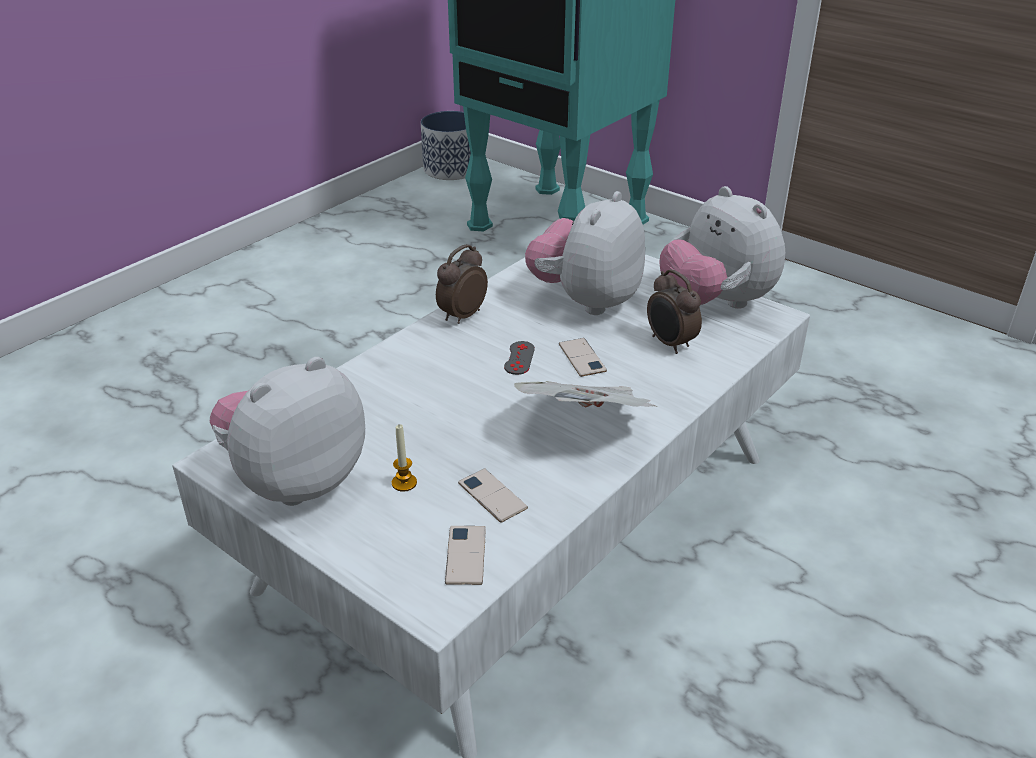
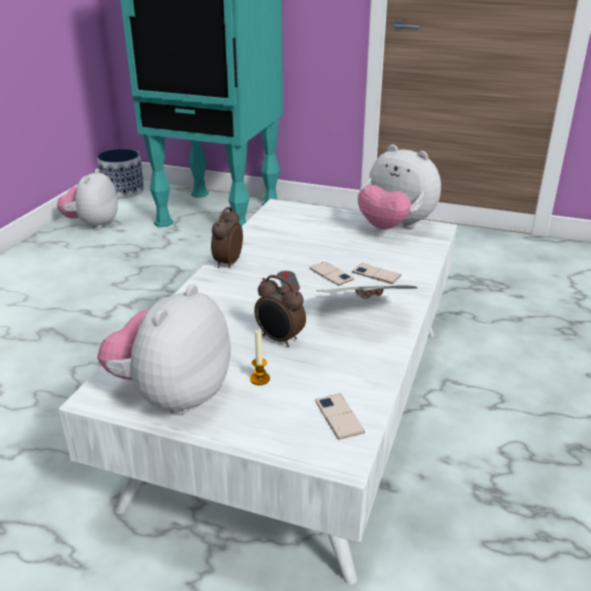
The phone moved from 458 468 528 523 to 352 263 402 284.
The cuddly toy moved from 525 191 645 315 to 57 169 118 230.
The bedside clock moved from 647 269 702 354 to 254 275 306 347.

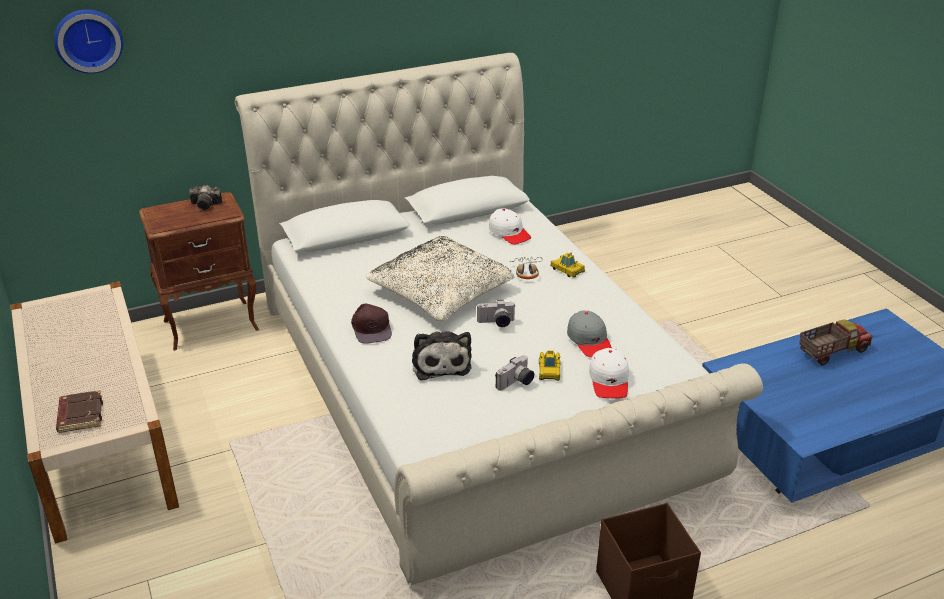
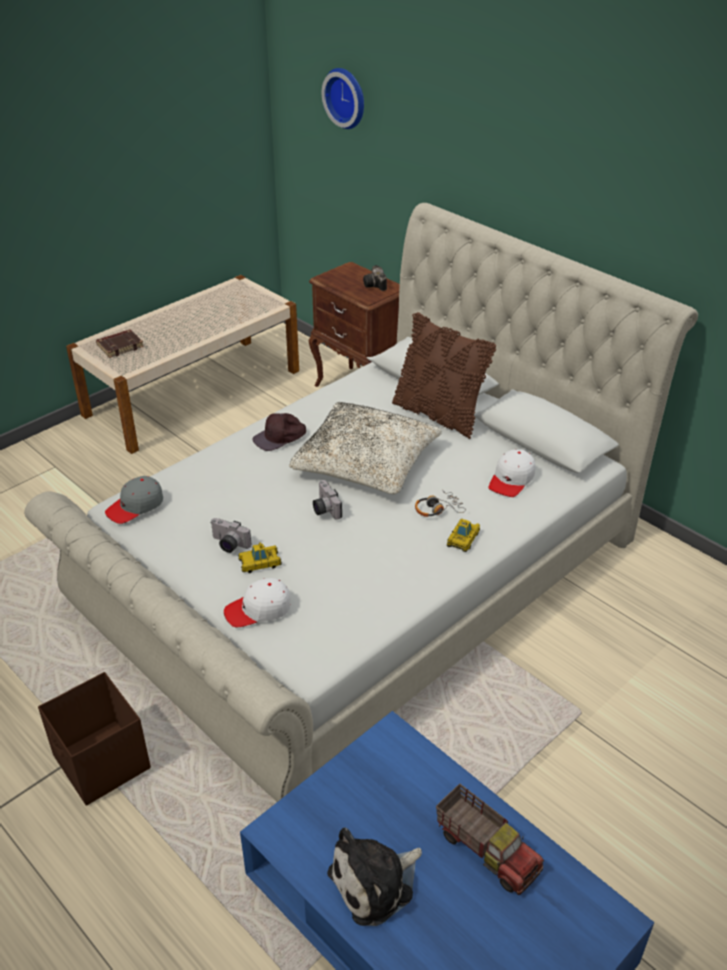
The cuddly toy moved from 412 331 472 380 to 327 827 422 926.
The peaked cap/gray moved from 567 310 612 357 to 105 476 163 524.
The pillow/brown at 392 312 496 439 appeared.

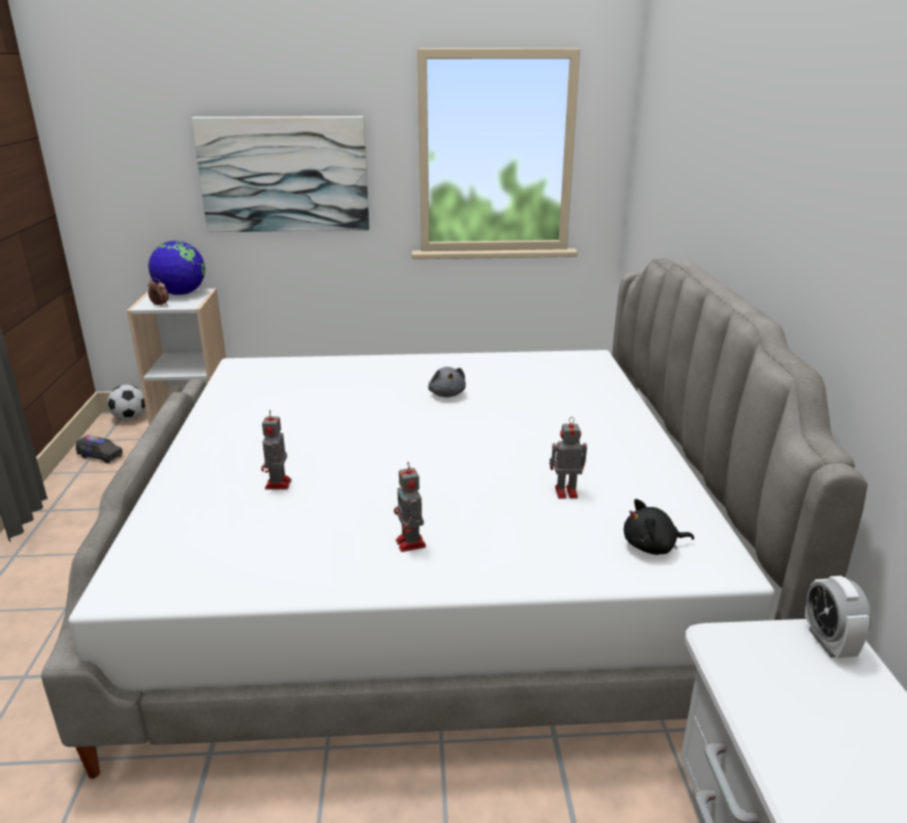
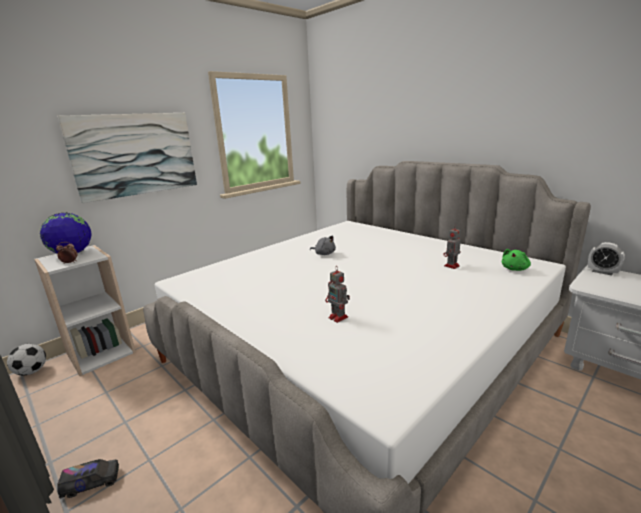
The toy lorry moved from 76 435 123 464 to 57 459 119 499.
The toy robot at 394 462 426 552 disappeared.
The cuddly toy/black at 624 499 694 555 became the cuddly toy/greenish at 502 249 531 271.

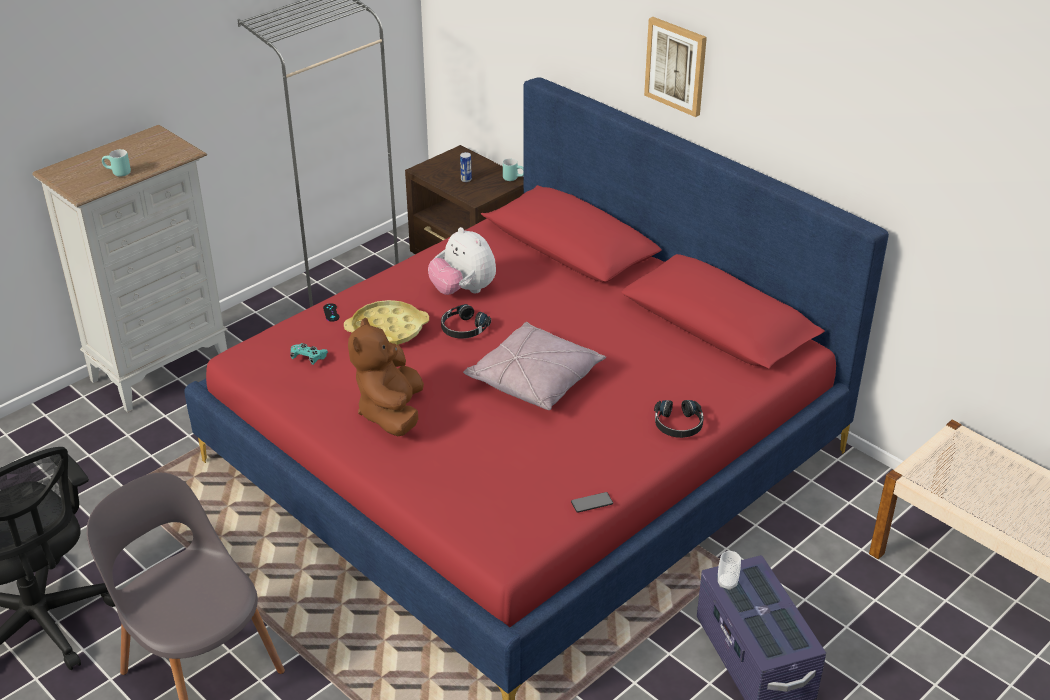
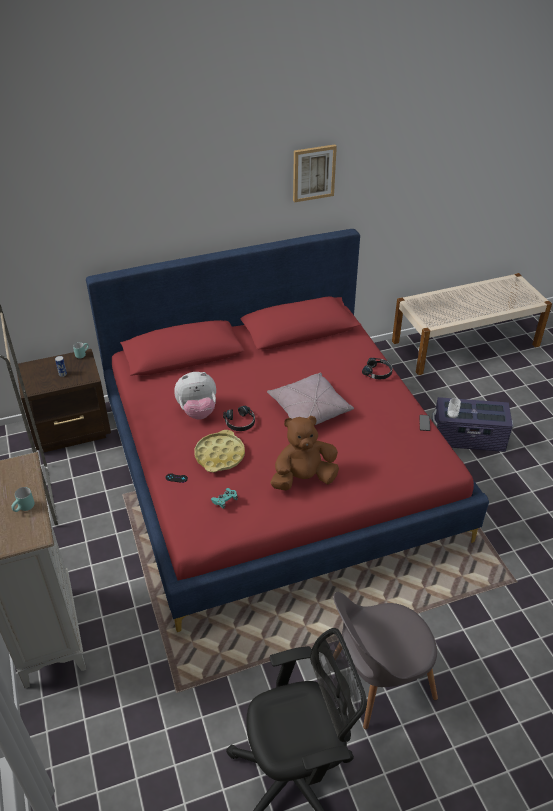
The cuddly toy/brown at 348 317 424 436 turned 135 degrees clockwise.
The picture moved from 644 17 707 117 to 293 144 337 203.

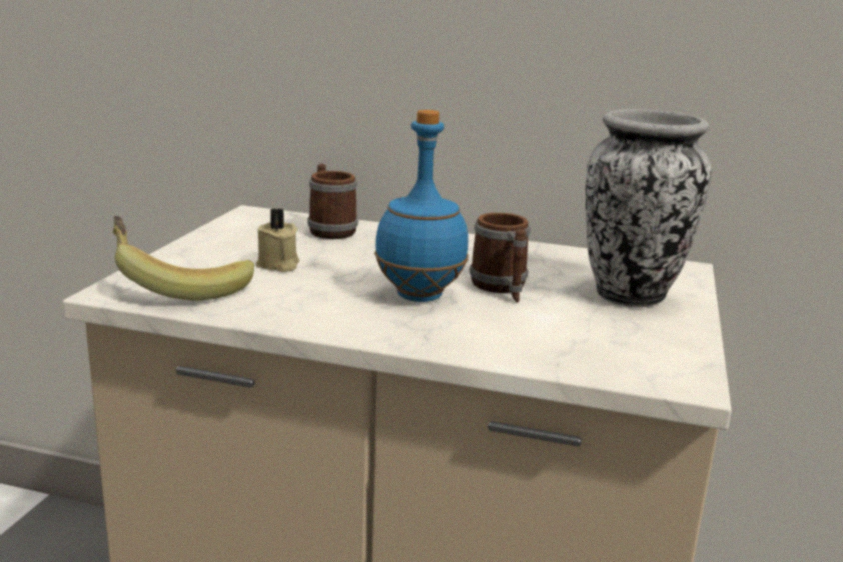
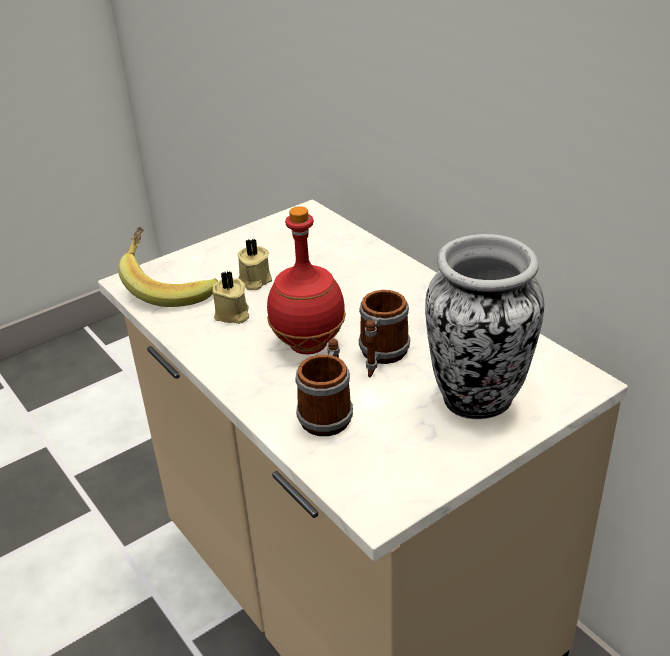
The coffee mug moved from 307 164 358 239 to 295 338 353 436.
The bottle/blue at 374 110 469 302 became the bottle/red-coloured at 267 206 346 354.
The wax light/sand-coloured at 212 271 249 324 appeared.

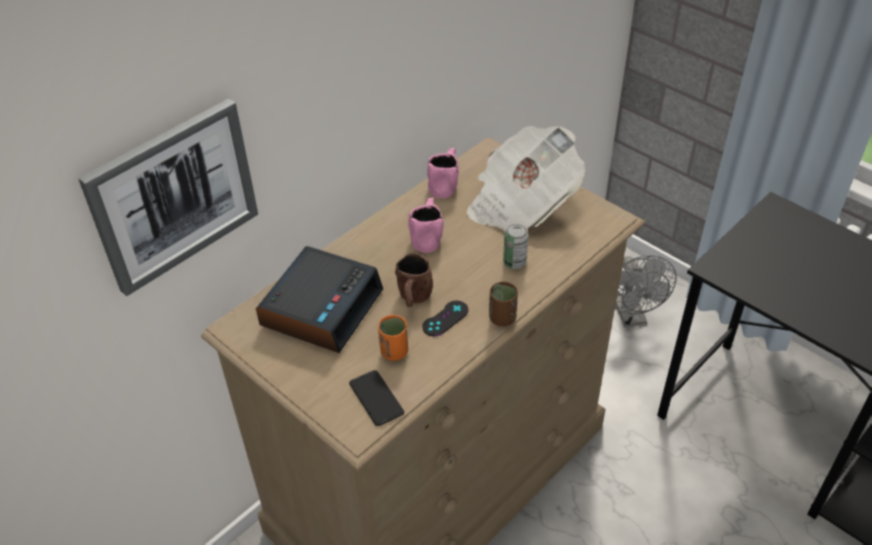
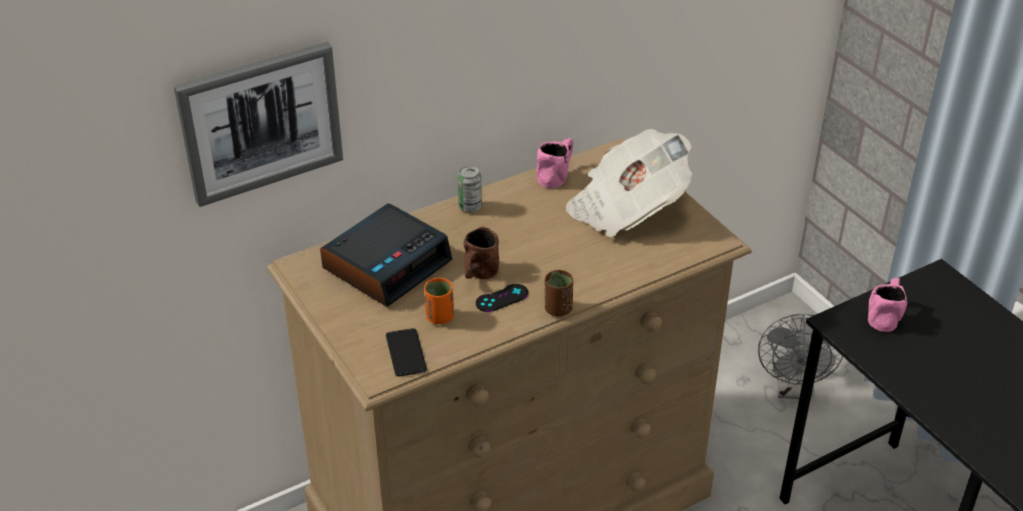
The coffee mug/pink moved from 408 197 444 253 to 868 278 907 332.
The metal can moved from 503 224 528 269 to 458 166 482 212.

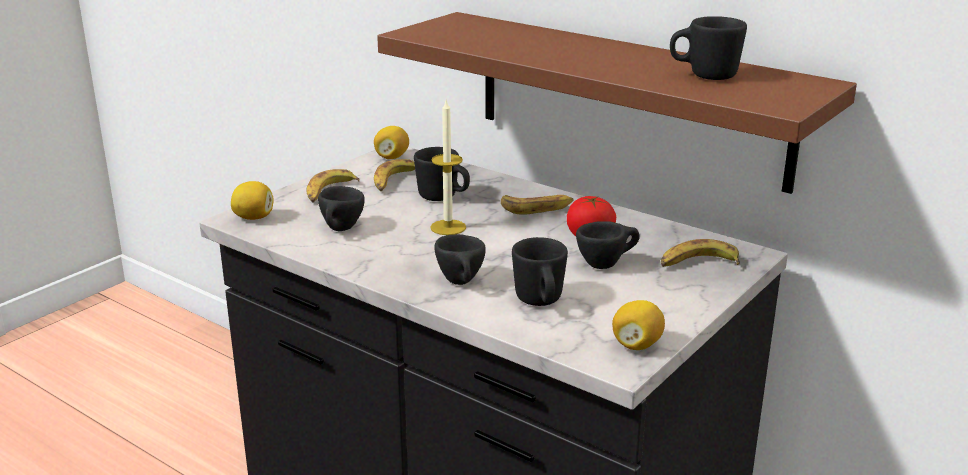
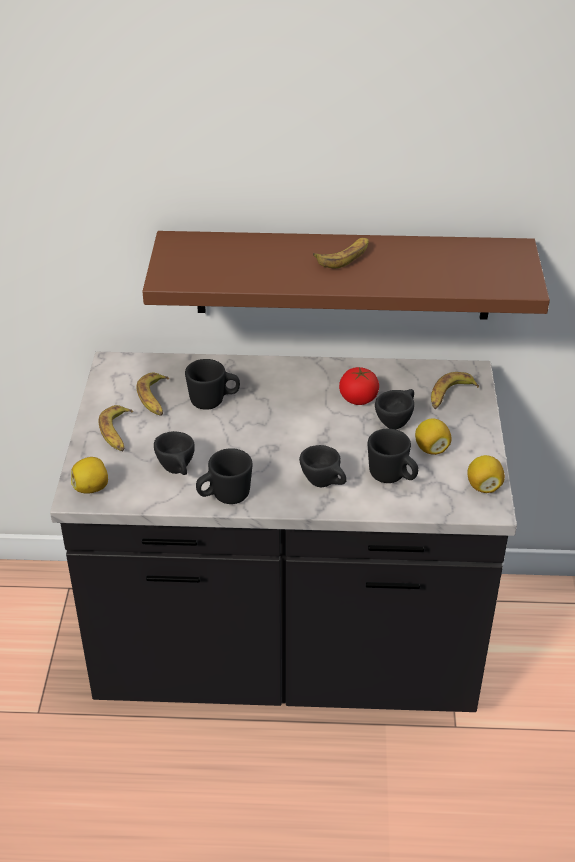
The whole lemon moved from 374 126 409 159 to 415 418 451 455.
The wax light at 430 100 466 235 disappeared.
The whole banana moved from 501 195 574 215 to 313 238 369 269.
The coffee mug/black moved from 670 16 747 80 to 196 448 252 504.

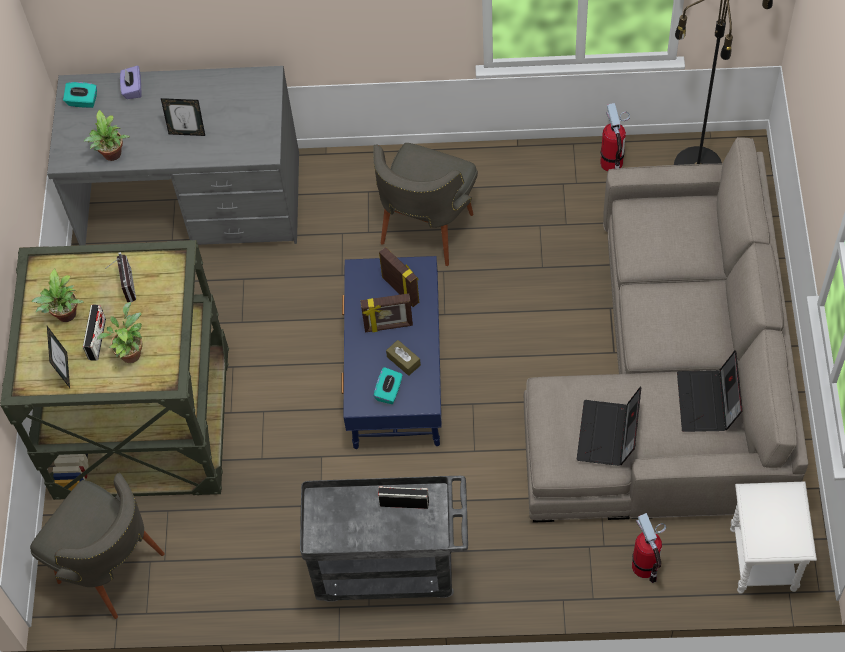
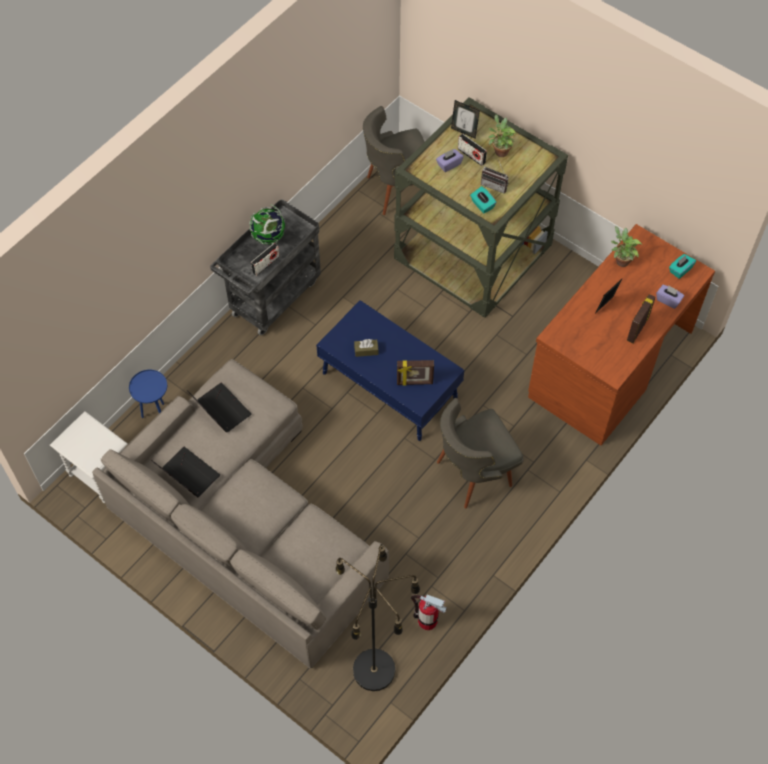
The desk/gray at 47 66 299 246 became the desk/brown at 528 224 715 445.
The potted plant at 97 302 143 363 was replaced by the box of tissues/purplish at 436 149 463 172.
The standing frame moved from 360 293 413 333 to 627 294 655 344.
The upright chair/gray at 373 143 478 266 turned 90 degrees counterclockwise.
The box of tissues/blue-green moved from 374 367 403 404 to 470 186 496 213.
The extinguisher at 632 513 666 583 was replaced by the accent table/blue at 129 370 167 418.
The globe at 249 204 285 244 appeared.

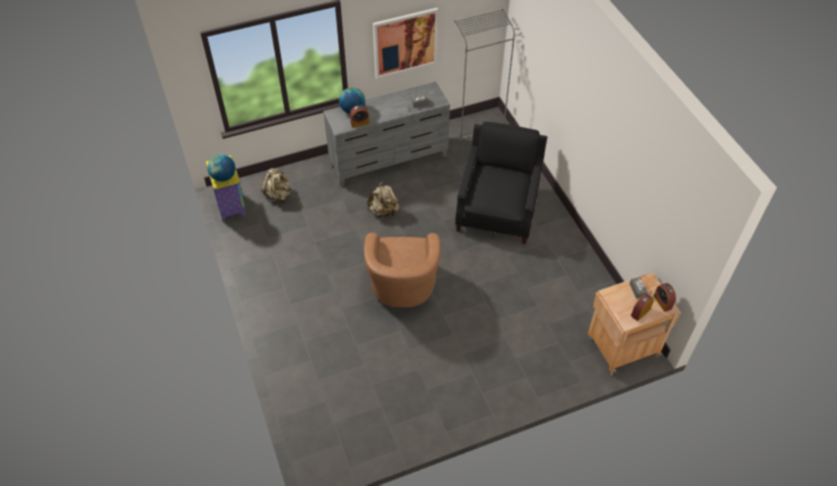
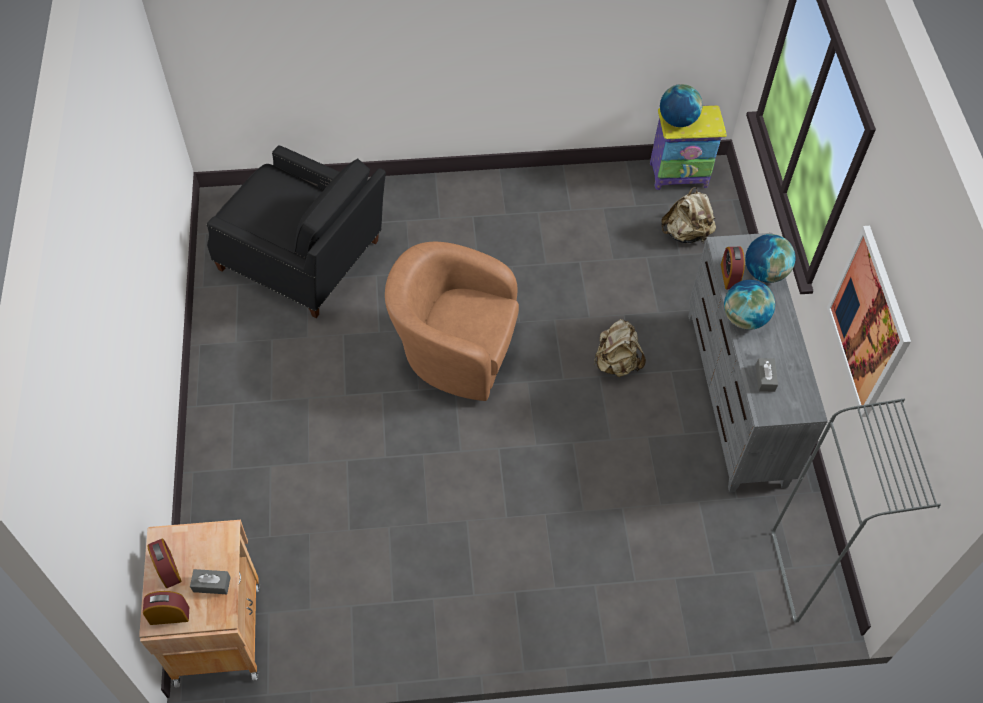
The armchair/black moved from 455 122 547 244 to 207 146 386 318.
The globe at 724 280 775 330 appeared.

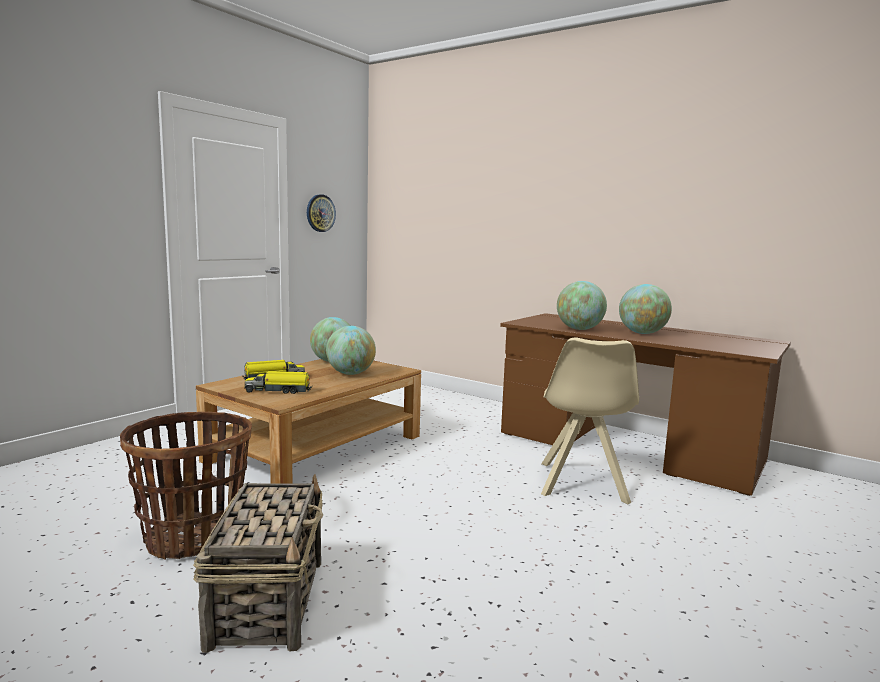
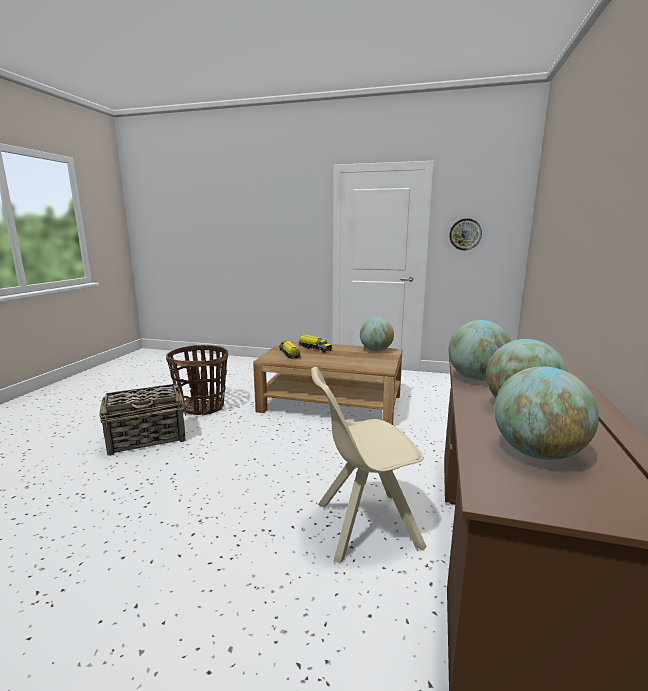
The globe moved from 326 326 376 375 to 494 366 599 460.

